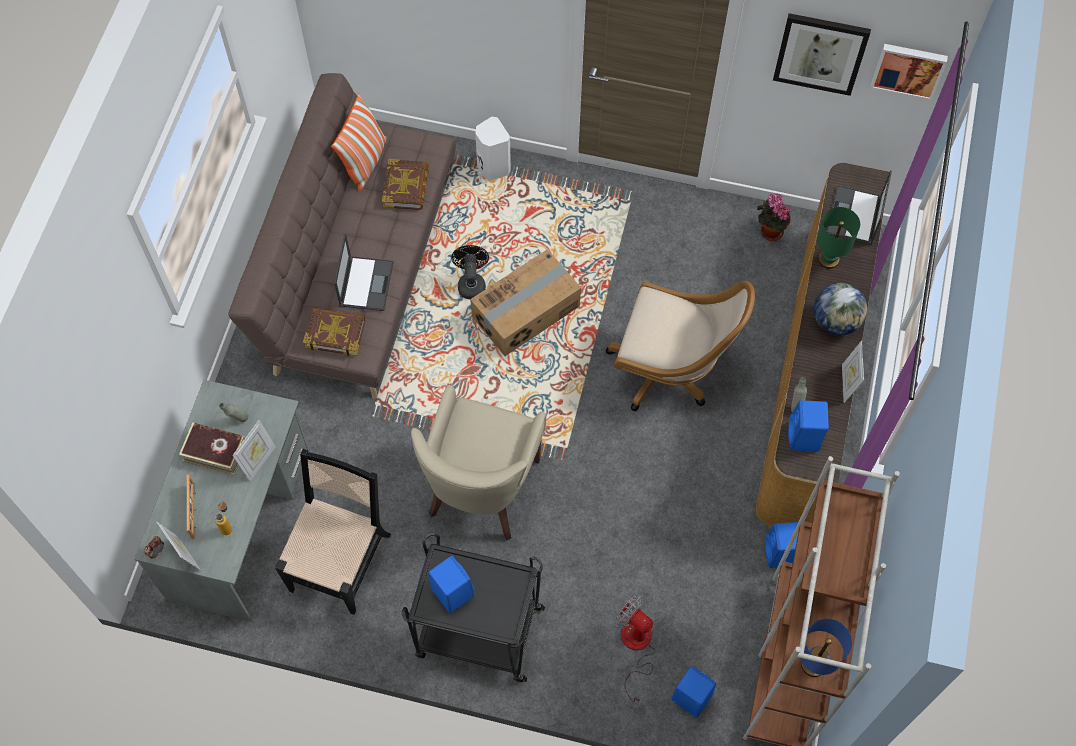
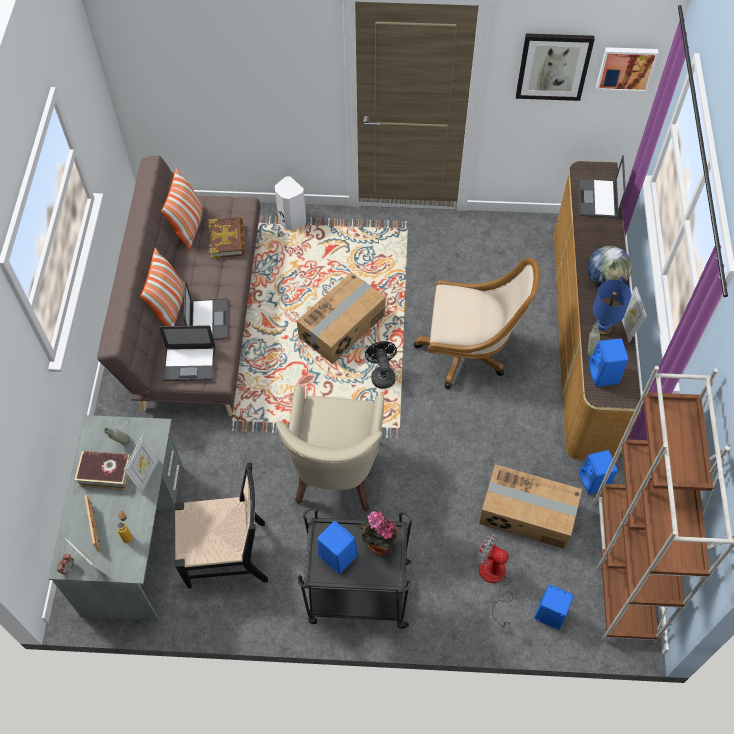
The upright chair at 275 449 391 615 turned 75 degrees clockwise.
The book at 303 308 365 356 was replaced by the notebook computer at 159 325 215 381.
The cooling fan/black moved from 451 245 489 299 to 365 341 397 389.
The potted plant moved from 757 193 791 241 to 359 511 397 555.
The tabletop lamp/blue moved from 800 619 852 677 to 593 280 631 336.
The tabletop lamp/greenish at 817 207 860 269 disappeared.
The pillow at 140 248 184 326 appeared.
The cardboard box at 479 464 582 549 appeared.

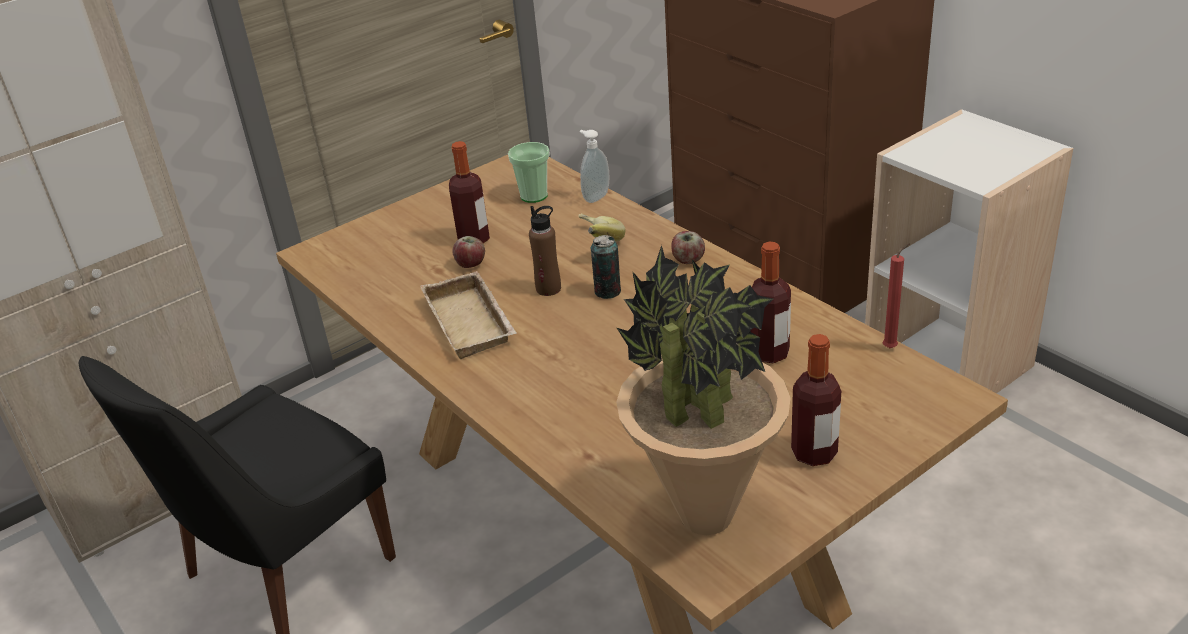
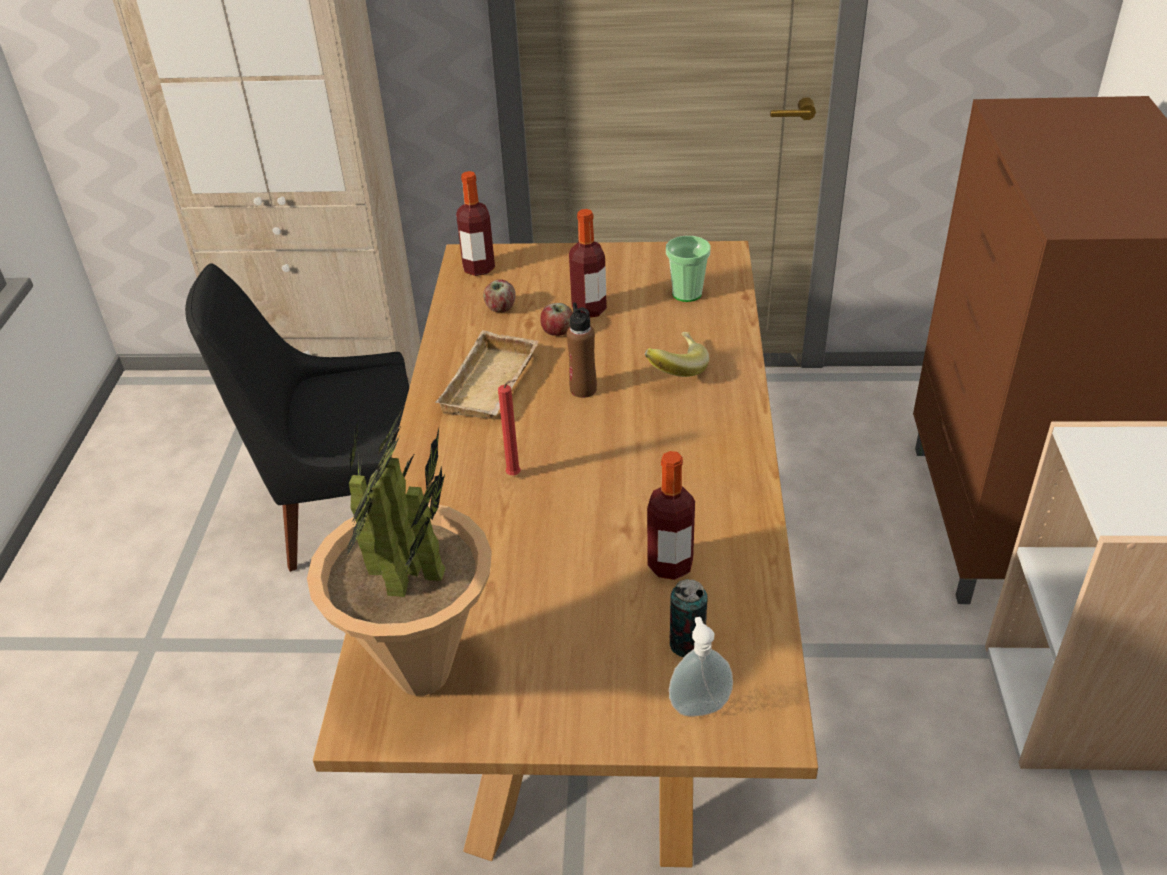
The liquid soap bottle moved from 580 130 610 203 to 669 617 733 717.
The metal can moved from 590 235 621 299 to 669 579 708 657.
The apple fruit moved from 672 231 705 264 to 483 279 516 313.
The bottle moved from 791 334 841 466 to 456 171 495 276.
The wax light/red-coloured moved from 883 244 909 348 to 498 379 521 475.

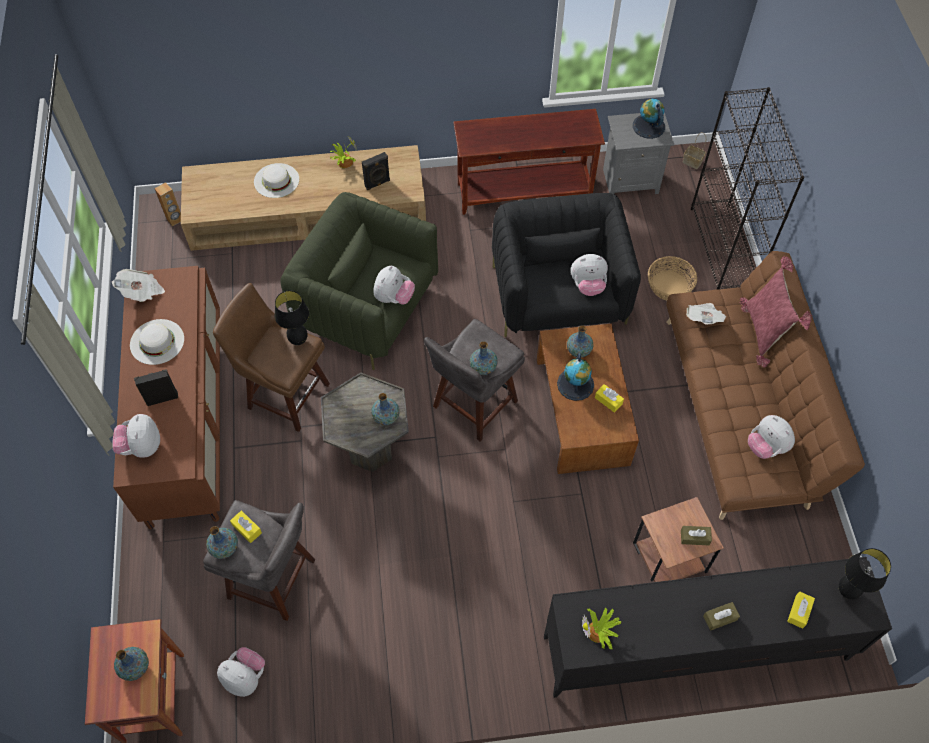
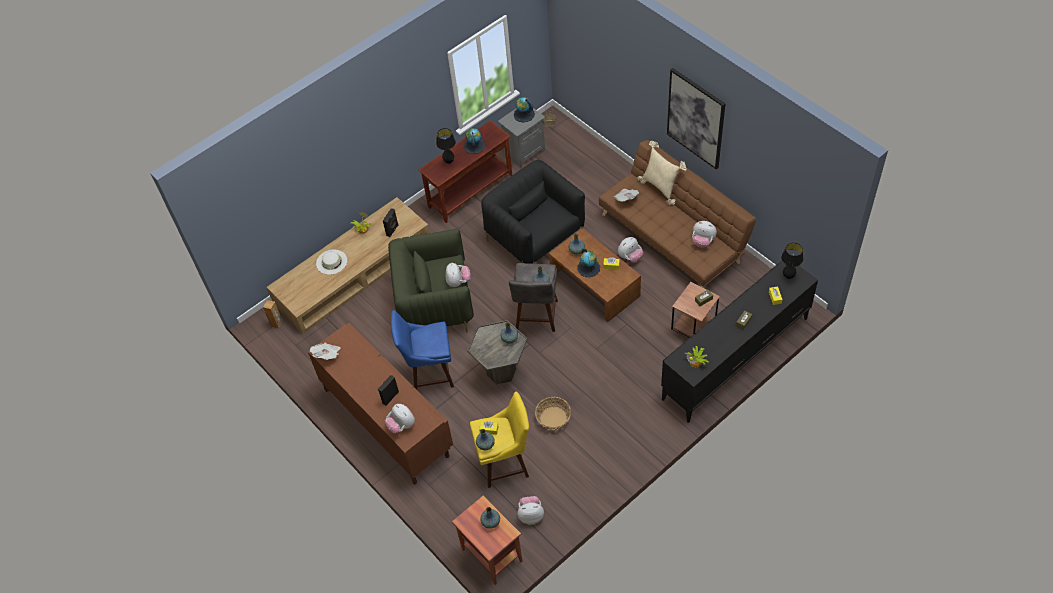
The hat/white-coloured at 130 319 184 365 disappeared.
The sitting stool/gray at 203 500 315 621 became the sitting stool/yellow-coloured at 470 392 529 488.
The sitting stool/brown at 213 283 330 432 became the sitting stool/blue at 391 310 454 390.
The tabletop lamp/black moved from 275 291 309 345 to 436 128 456 164.
The cuddly toy moved from 571 254 608 296 to 618 237 644 262.
The basket moved from 648 256 697 301 to 535 397 571 430.
The bookcase/black at 691 87 805 290 disappeared.
The pillow/red-coloured at 740 256 813 368 became the pillow/sand-coloured at 637 141 687 205.
The globe at 464 128 486 154 appeared.
The picture at 667 68 726 170 appeared.

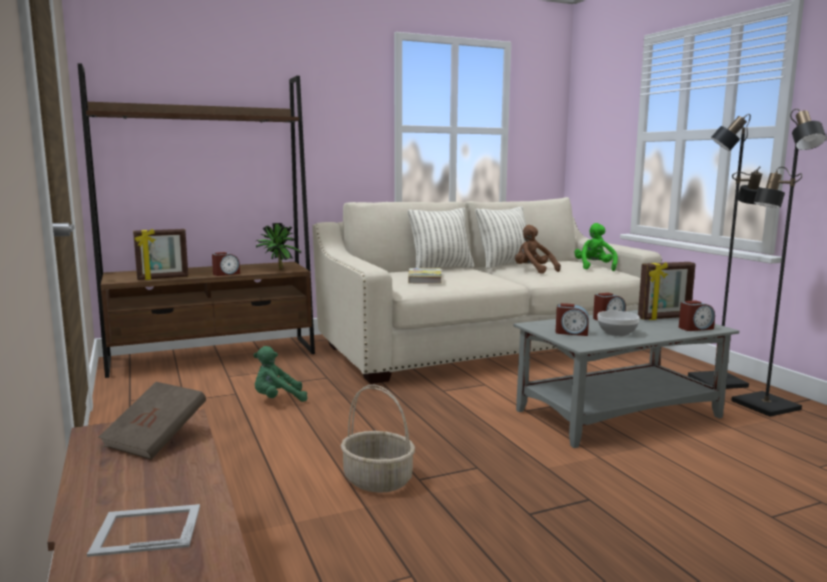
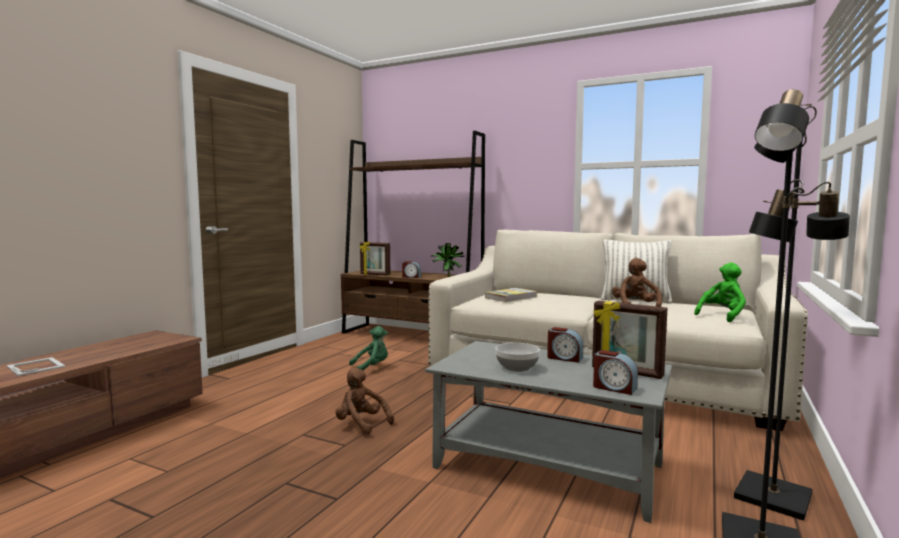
The book/brown at 99 382 206 460 disappeared.
The cuddly toy/greenish at 253 346 307 402 turned 120 degrees clockwise.
The basket at 341 385 415 493 disappeared.
The pillow at 408 208 474 268 disappeared.
The bedside clock at 556 303 589 336 disappeared.
The cuddly toy/brown at 335 367 394 435 appeared.

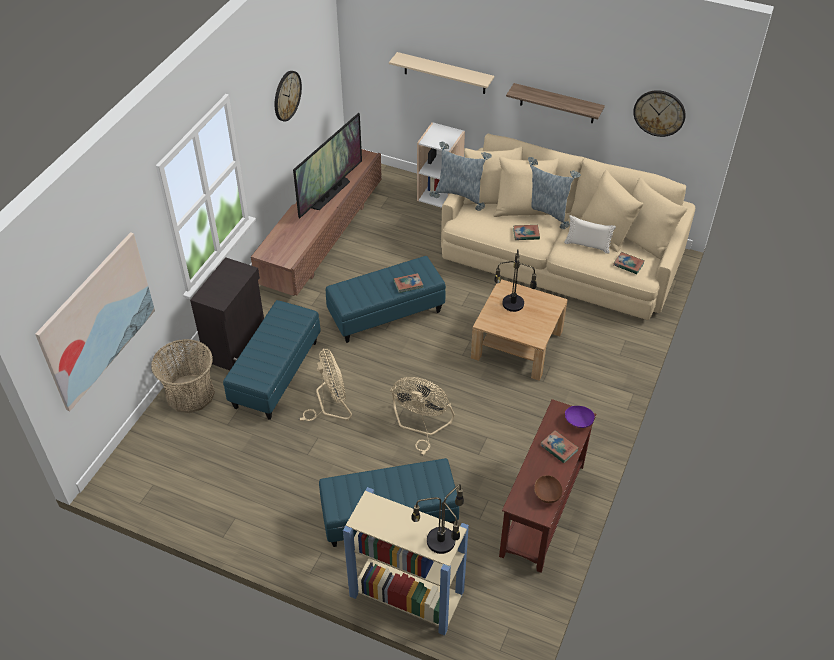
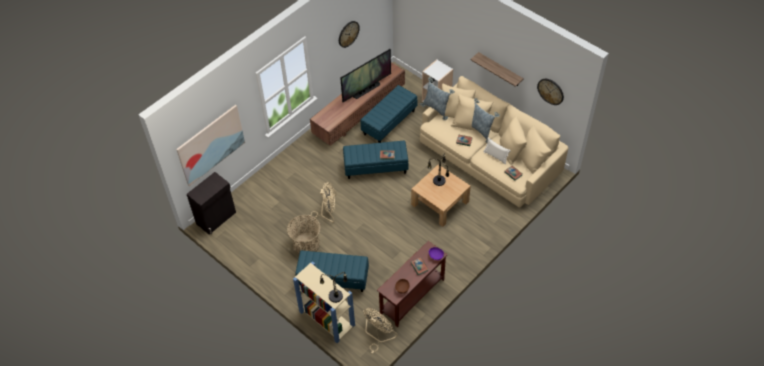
The basket moved from 151 339 215 413 to 287 215 321 254.
The cabinet/black moved from 190 257 264 370 to 187 172 236 234.
The pouffe/blue moved from 223 300 321 420 to 360 85 417 143.
The bracket shelf/sand-coloured at 389 52 494 94 disappeared.
The cooling fan/sand-coloured moved from 390 377 455 456 to 363 308 398 354.

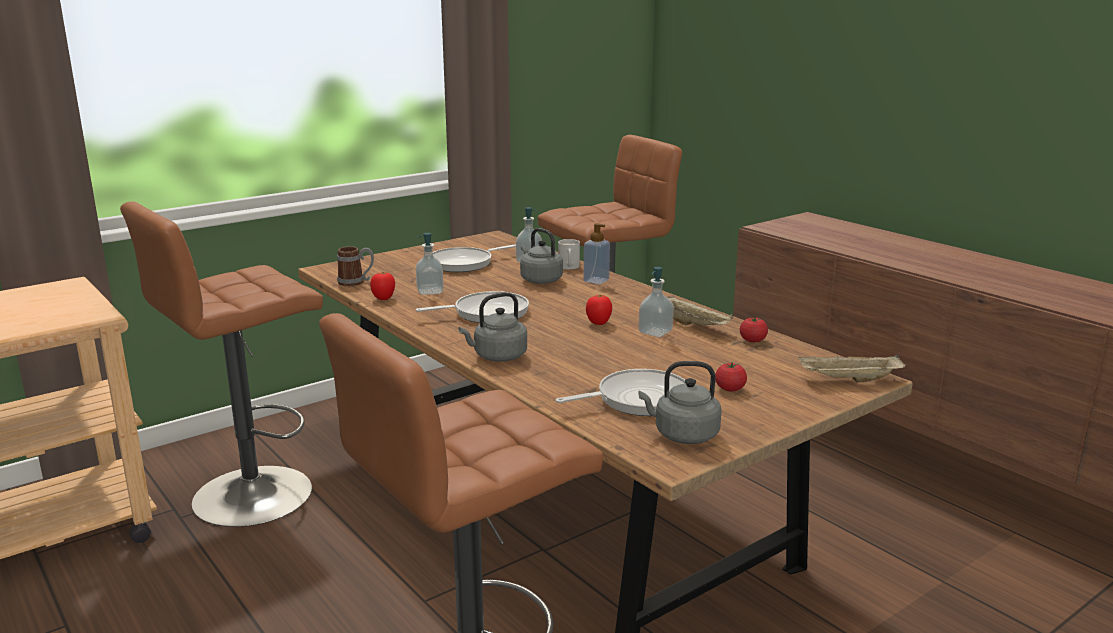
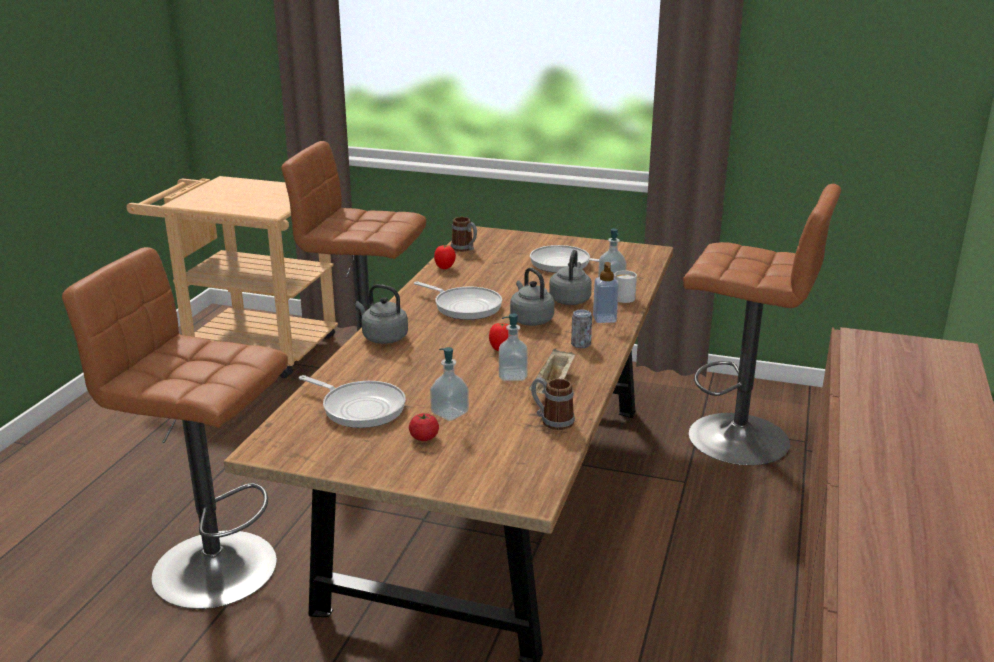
The liquid soap bottle moved from 416 233 444 295 to 430 347 469 421.
The water kettle/gray moved from 639 361 722 444 to 510 268 554 326.
The fresh tomato at 740 317 768 342 was replaced by the coffee mug at 531 378 575 430.
The carrying tray/sand-coloured at 799 355 905 382 disappeared.
The metal can at 571 309 592 348 appeared.

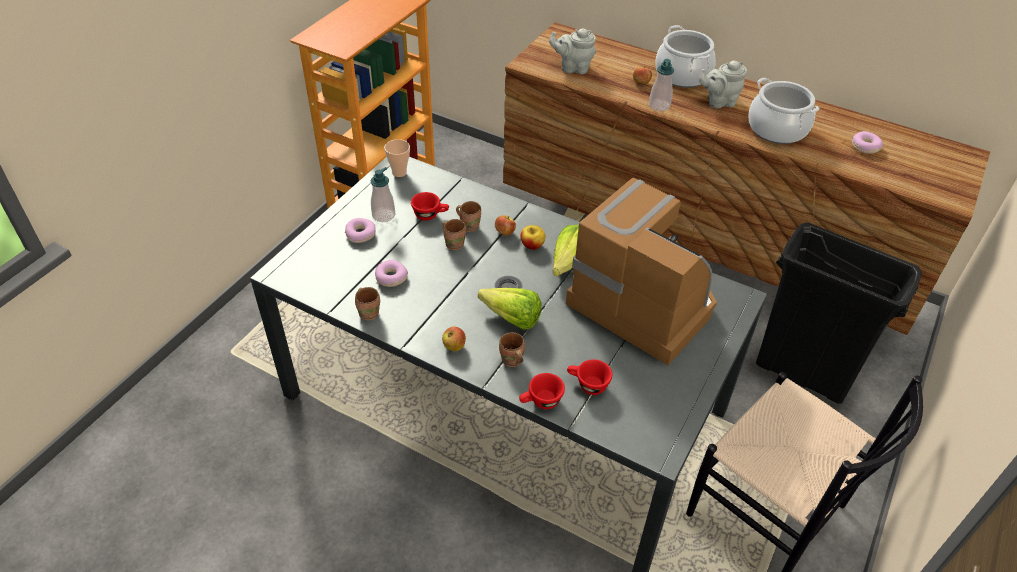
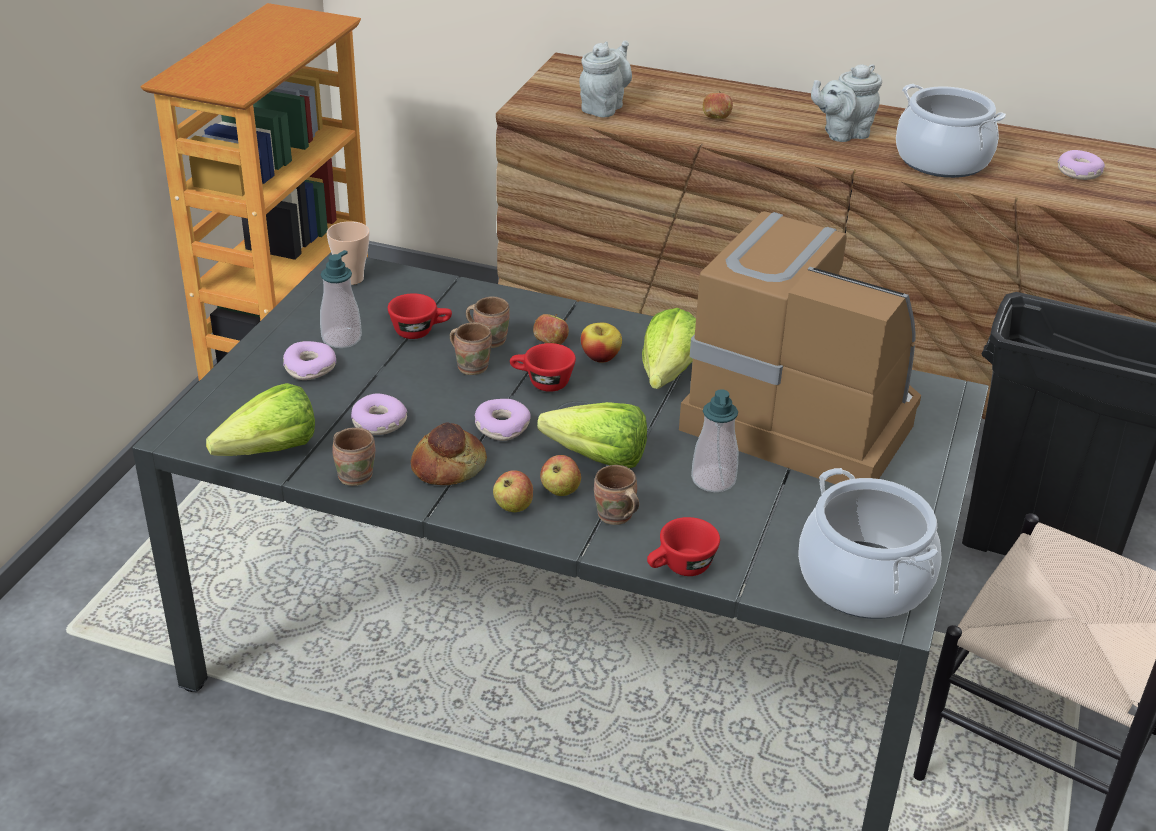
The pot for tea/gray at 549 29 596 74 turned 120 degrees clockwise.
The small cup/red-coloured moved from 567 359 612 395 to 510 343 576 392.
The liquid soap bottle moved from 649 59 674 111 to 691 389 739 492.
The cooking pot moved from 655 25 716 88 to 798 468 942 619.
The lettuce at 206 383 315 456 appeared.
The bread at 411 422 487 485 appeared.
The ring doughnut at 474 399 531 441 appeared.
The apple fruit at 540 455 581 496 appeared.

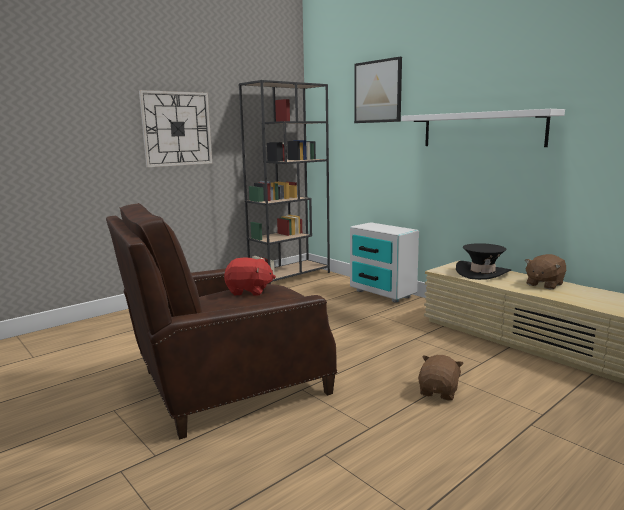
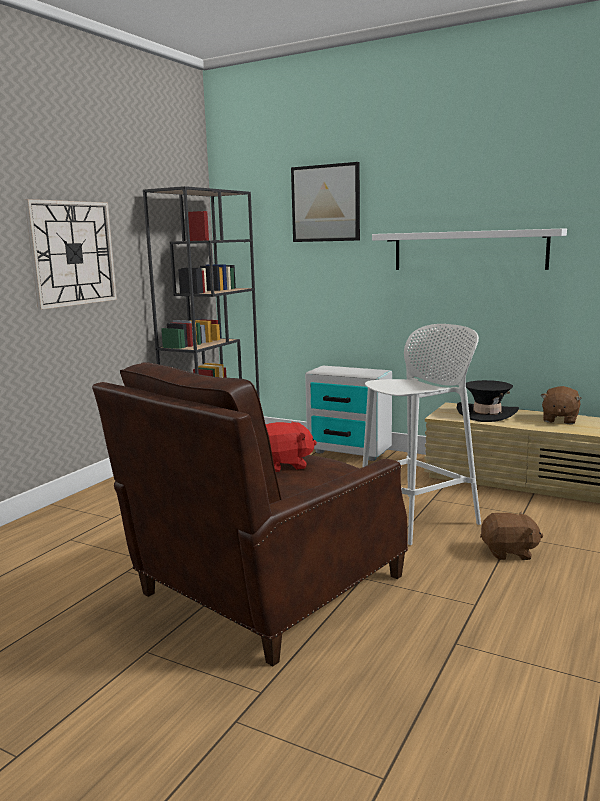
The cuddly toy/brown at 418 355 464 400 turned 90 degrees clockwise.
The sitting stool/white-coloured at 362 324 481 545 appeared.

